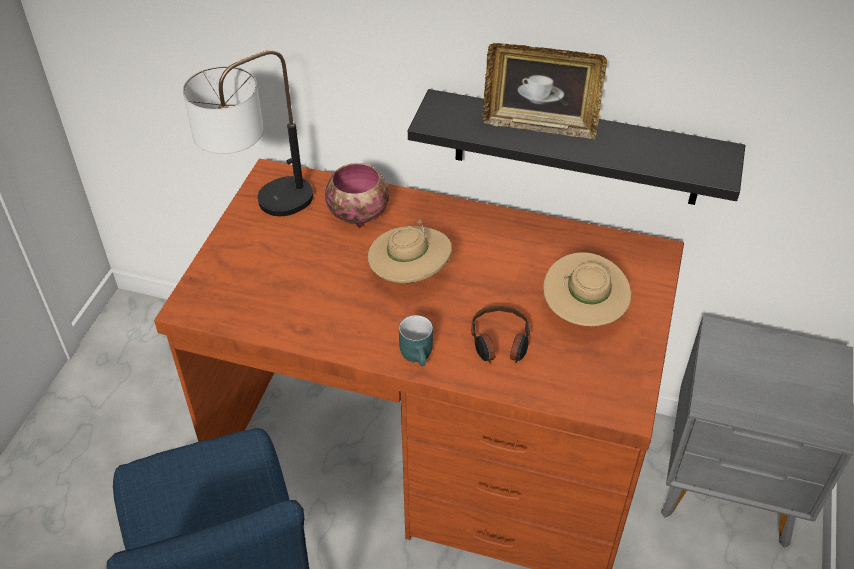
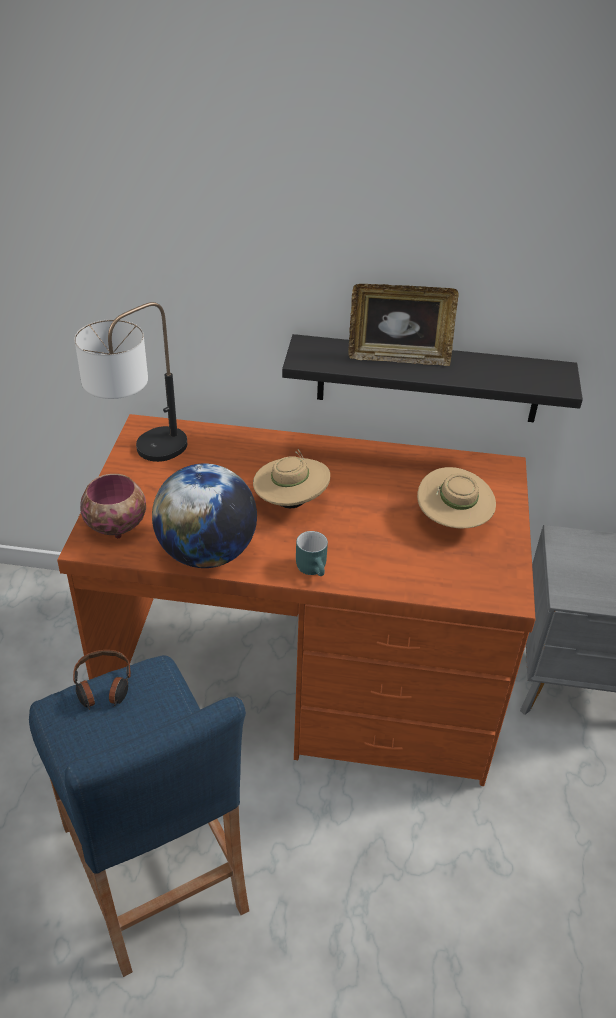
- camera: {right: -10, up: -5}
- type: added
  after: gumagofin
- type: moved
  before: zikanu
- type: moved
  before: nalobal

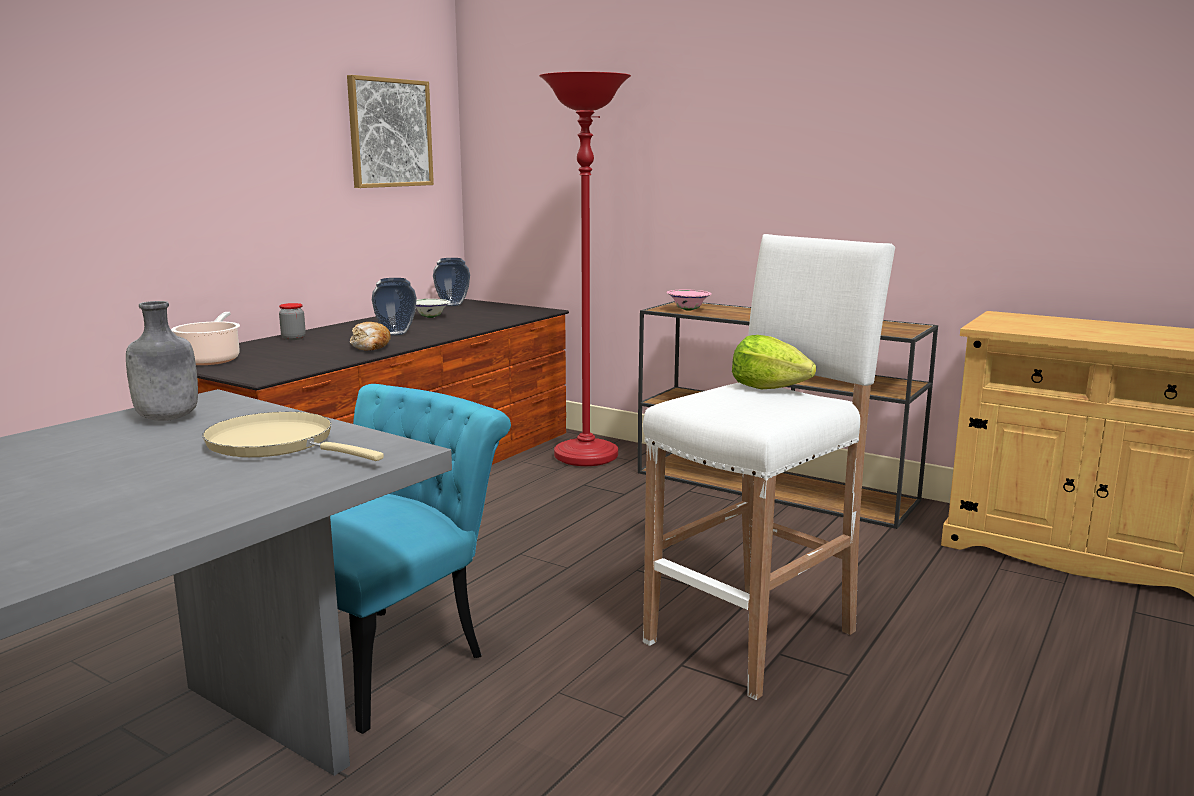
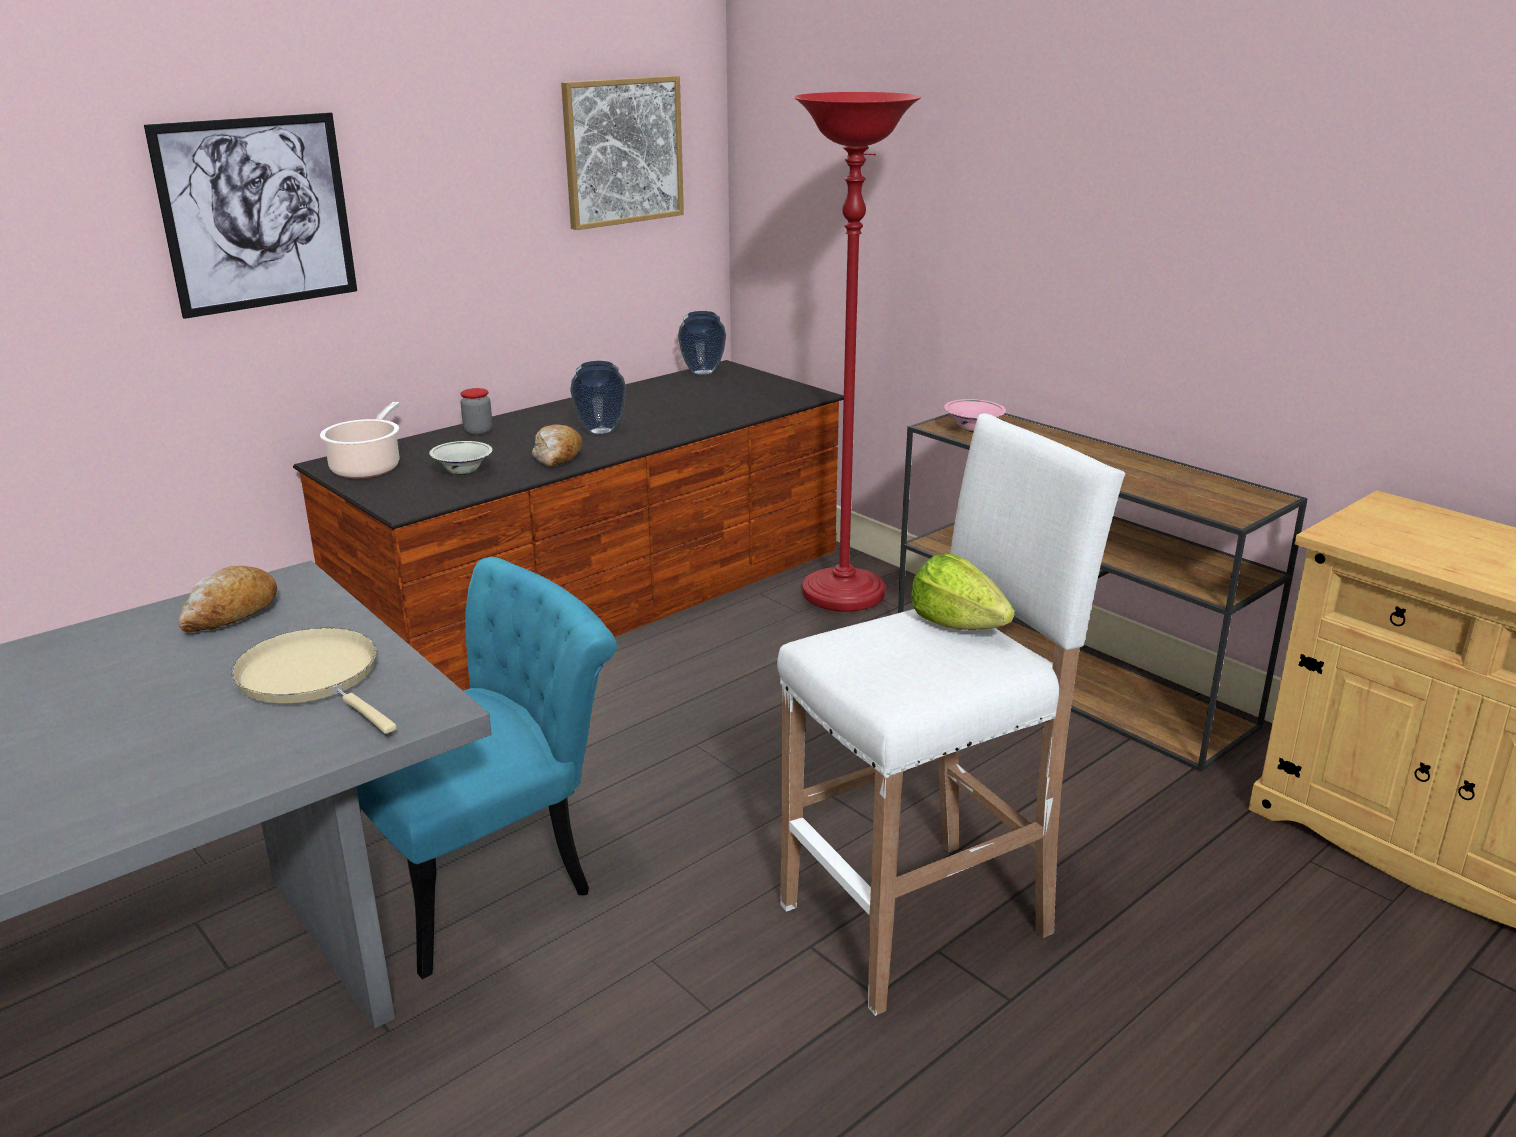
- camera: {right: 15, up: 10}
- type: added
  after: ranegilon (1st from left)
- type: moved
  before: zikanu (white)
- type: replaced
  before: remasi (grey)
  after: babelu (1st from left)

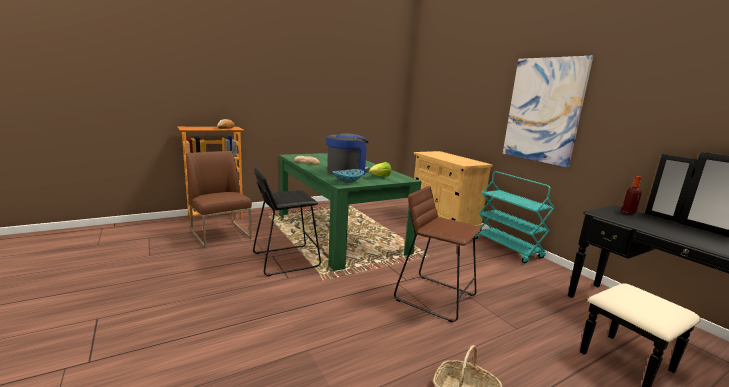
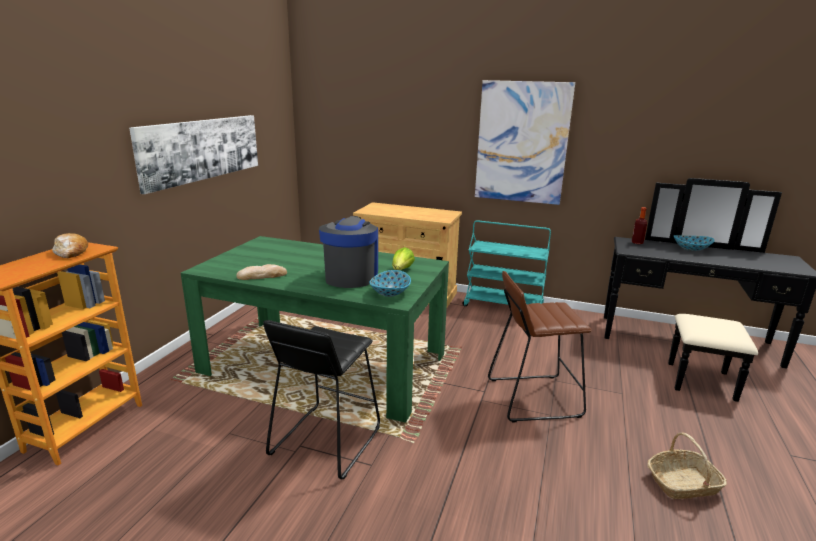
- camera: {right: -40, up: 5}
- type: removed
  before: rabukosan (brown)
- type: added
  after: ranegilon (1st from left)
- type: added
  after: zikanu (2nd from left)

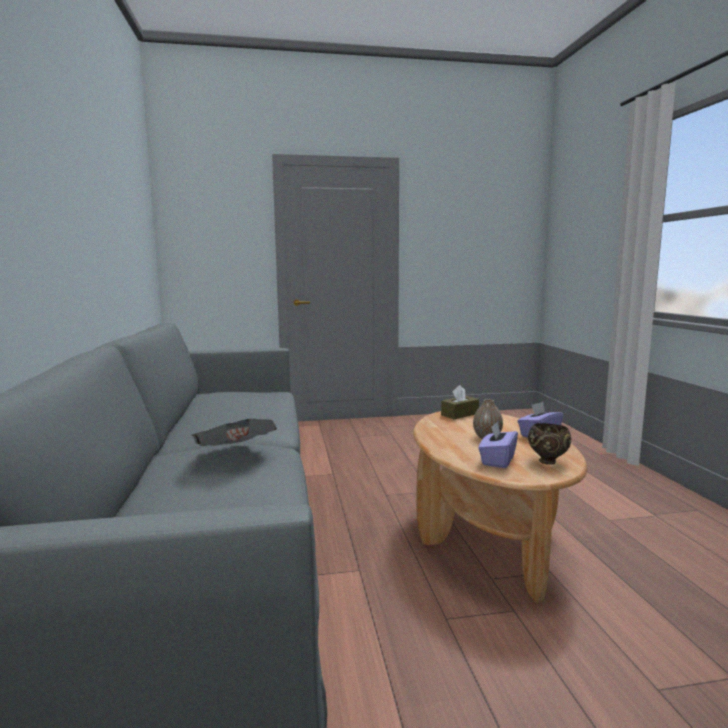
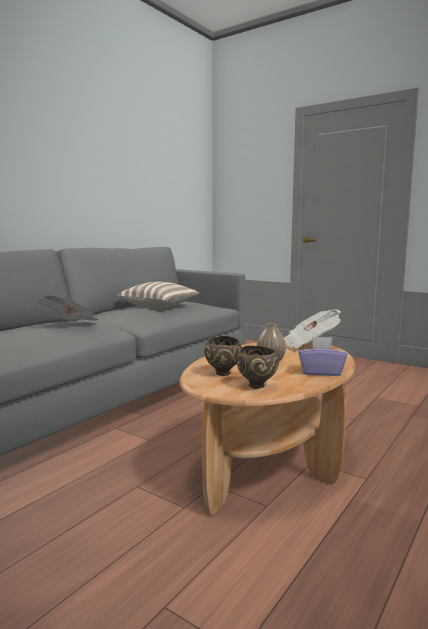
- camera: {right: 45, up: 0}
- type: added
  after: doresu
- type: replaced
  before: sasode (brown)
  after: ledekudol (2nd from left)
- type: replaced
  before: sasode (purple) (1st from left)
  after: zikanu (brown) (1st from left)

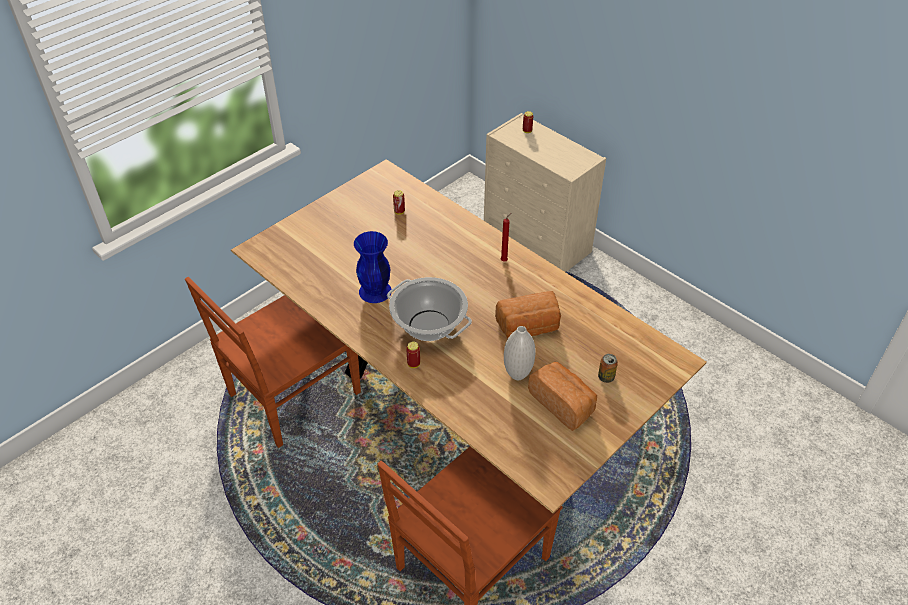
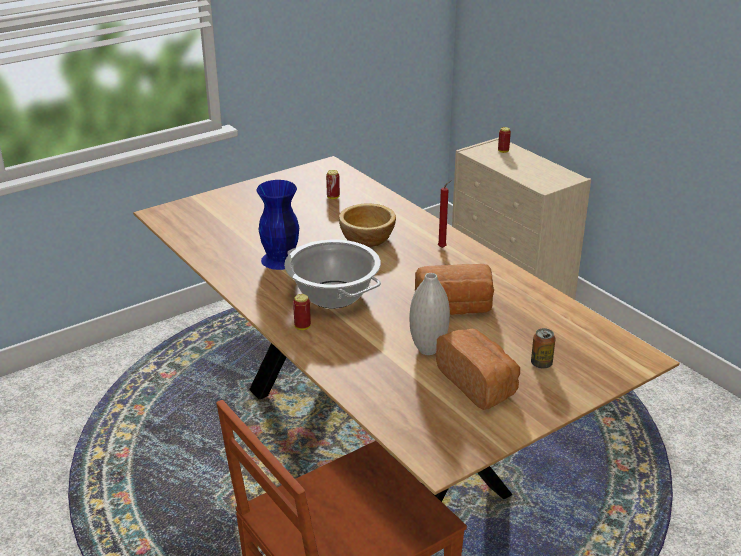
- camera: {right: 10, up: -15}
- type: removed
  before: rabukosan (brown) (1st from left)
- type: added
  after: zikanu

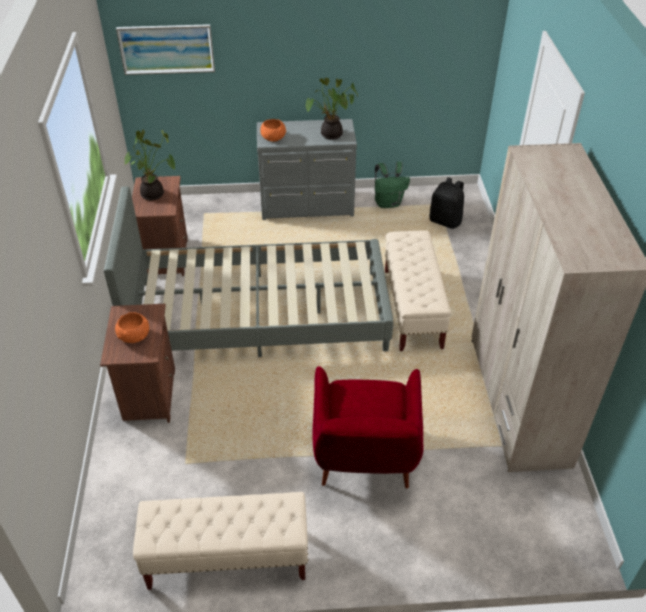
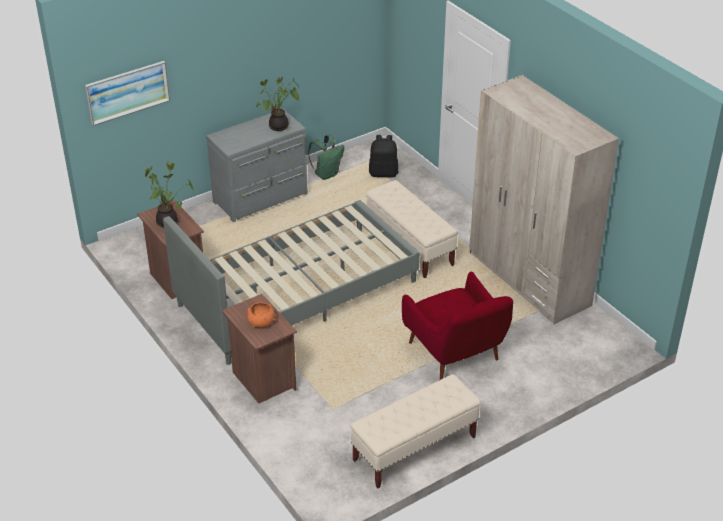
- camera: {right: -30, up: -5}
- type: removed
  before: zikanu (orange) (2nd from left)

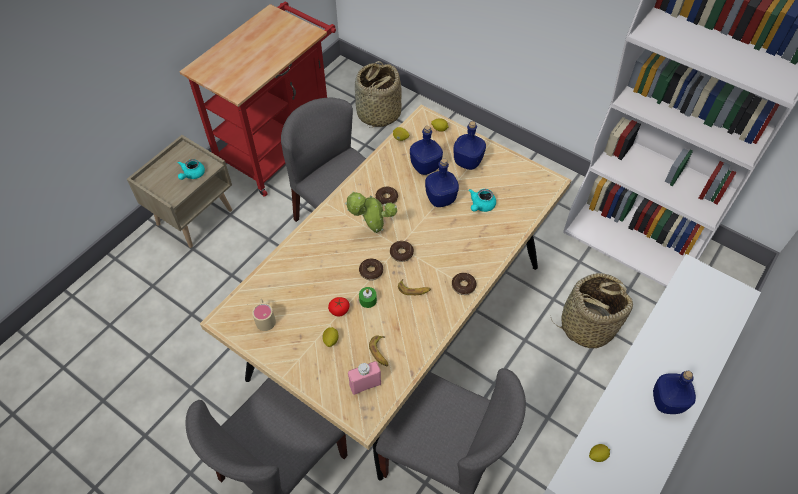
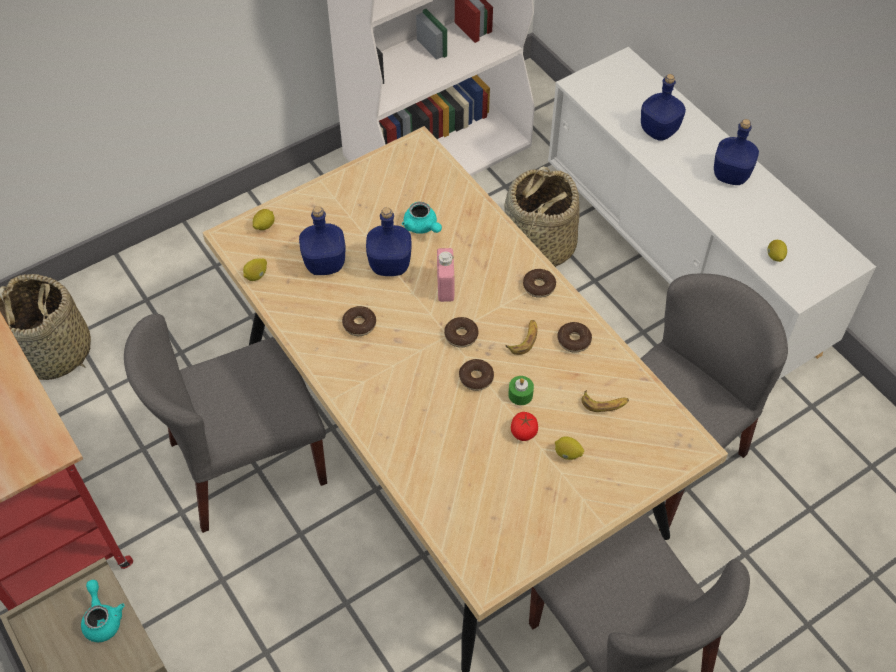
- camera: {right: -70, up: 0}
- type: removed
  before: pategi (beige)
- type: removed
  before: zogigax
- type: added
  after: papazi (5th from left)
- type: moved
  before: remasi (pink)
- type: moved
  before: remasi (blue) (3rd from left)
- type: turned
  before: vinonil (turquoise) (1st from left)
  turn: -150

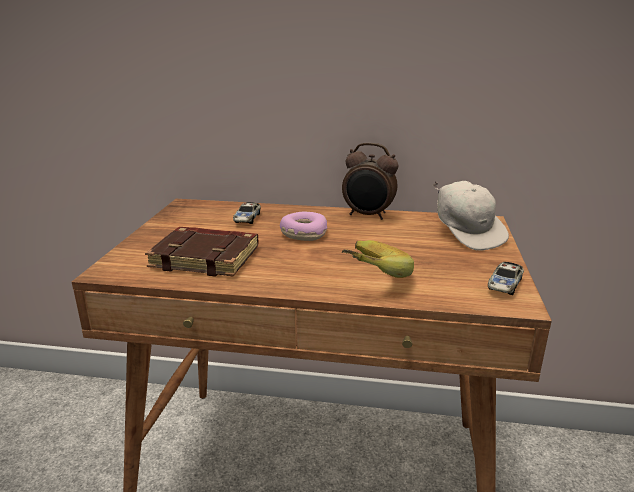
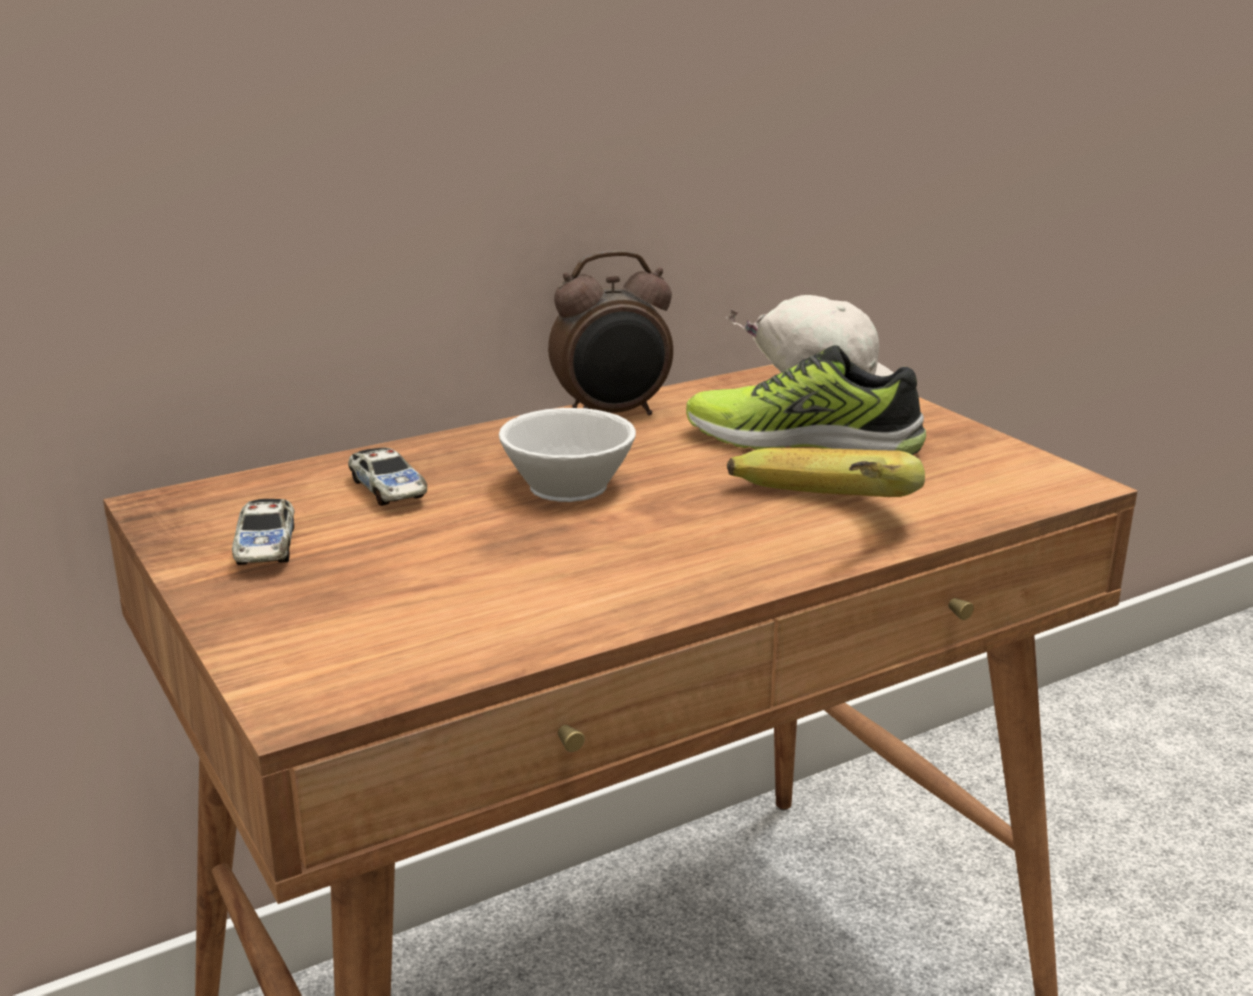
- camera: {right: -40, up: 0}
- type: removed
  before: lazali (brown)
- type: added
  after: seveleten
- type: moved
  before: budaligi (2nd from left in the first image)
  after: budaligi (1st from left)
- type: replaced
  before: papazi
  after: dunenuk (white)

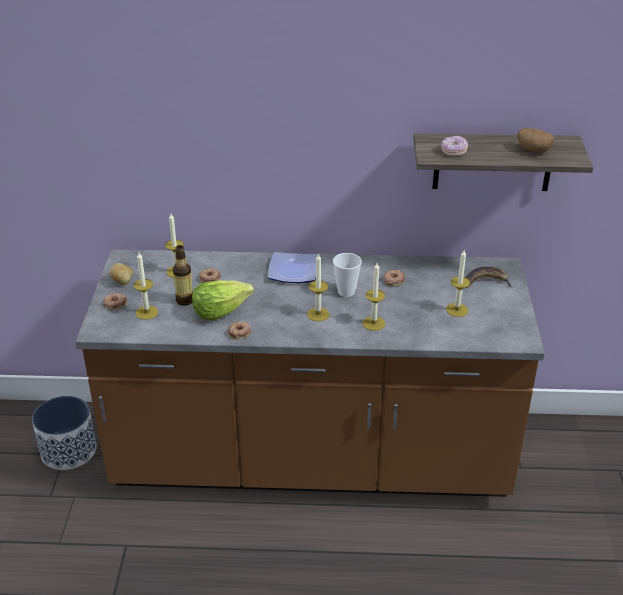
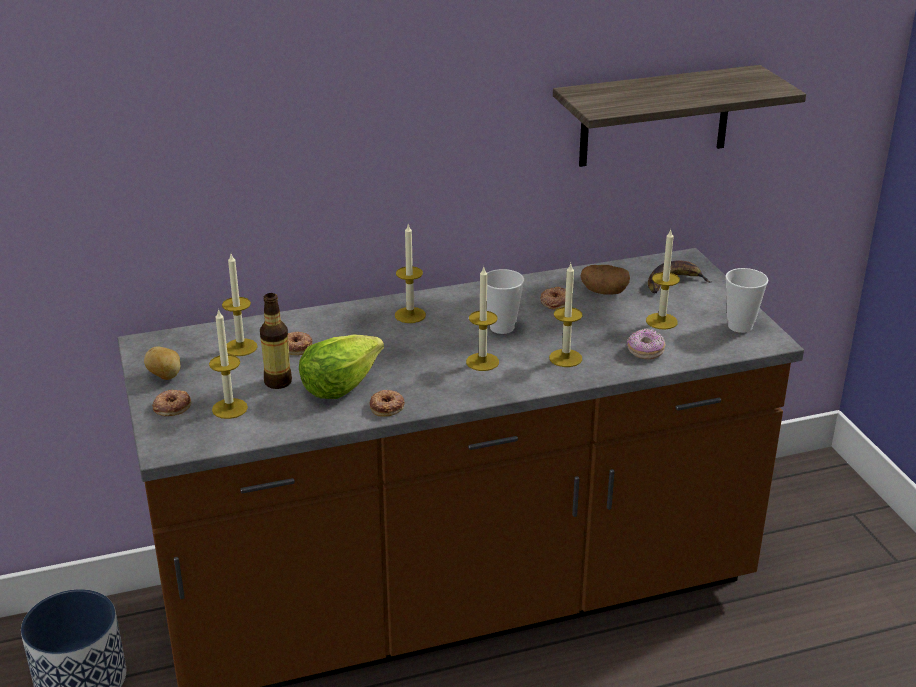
- camera: {right: -20, up: -5}
- type: added
  after: dunenuk (2nd from left)
- type: moved
  before: papazi (5th from left)
- type: moved
  before: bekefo (2nd from left)
- type: replaced
  before: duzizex
  after: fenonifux (3rd from left)

